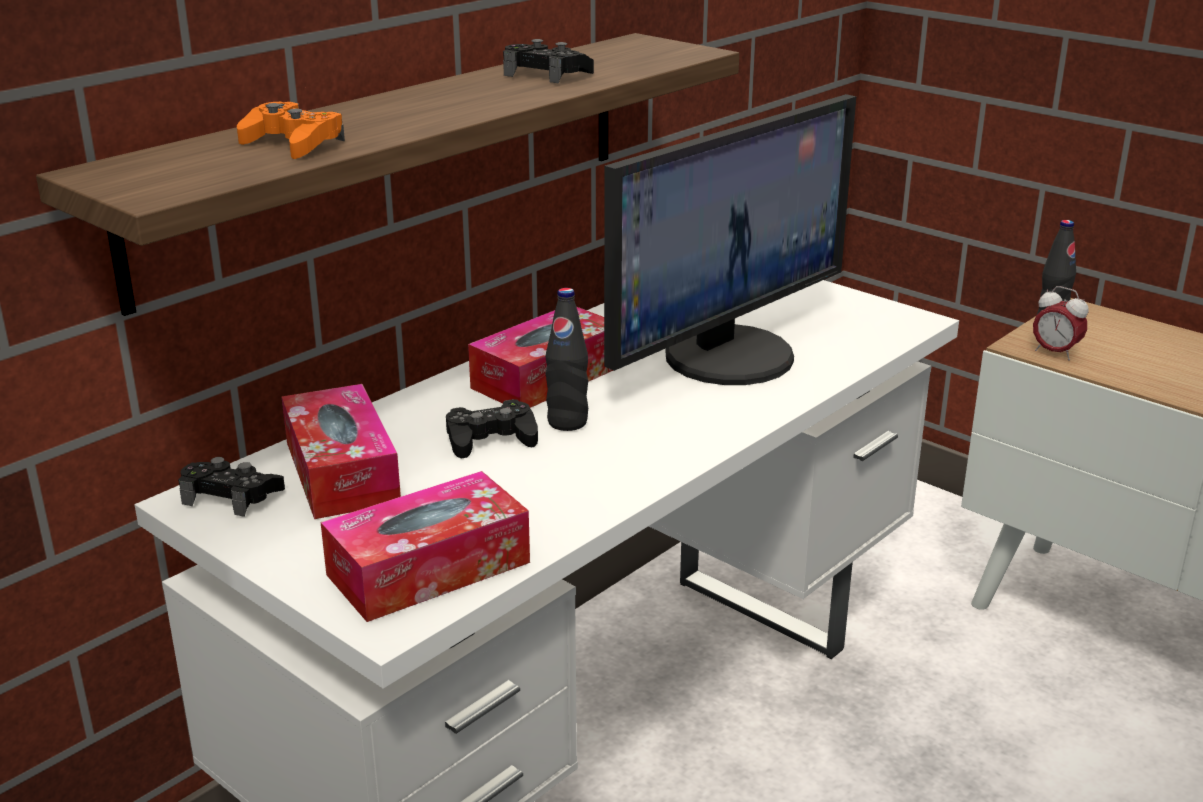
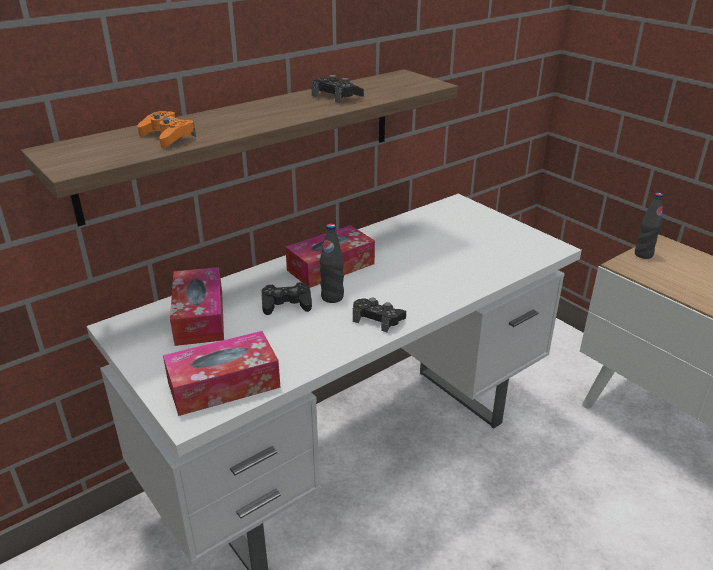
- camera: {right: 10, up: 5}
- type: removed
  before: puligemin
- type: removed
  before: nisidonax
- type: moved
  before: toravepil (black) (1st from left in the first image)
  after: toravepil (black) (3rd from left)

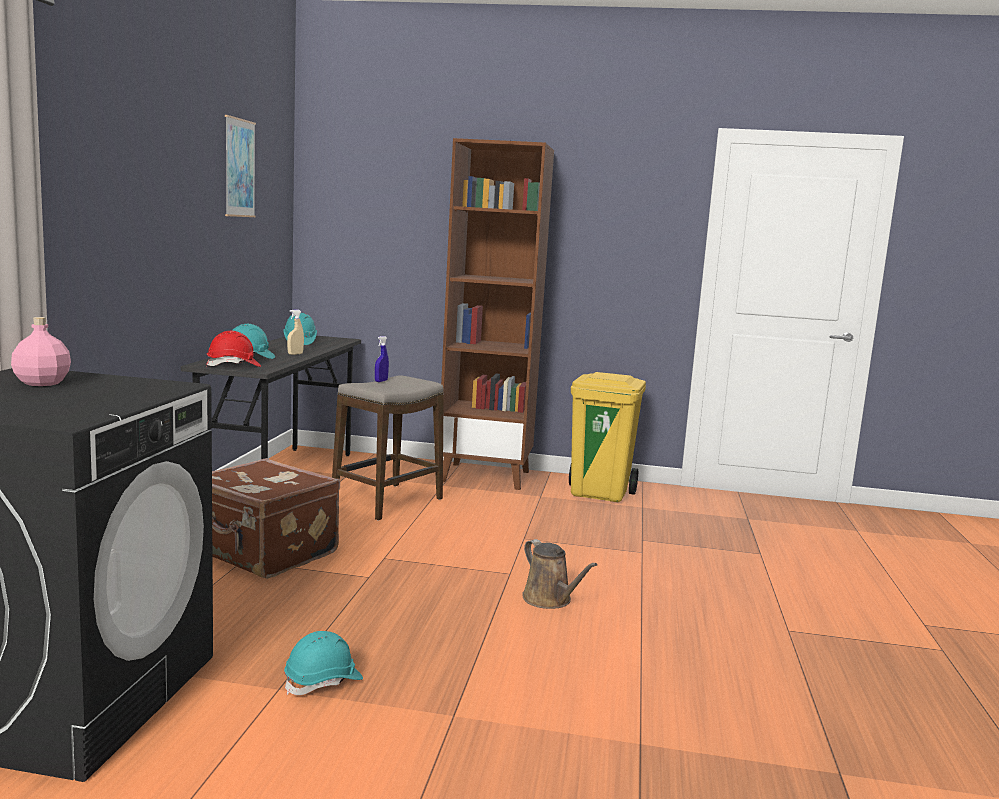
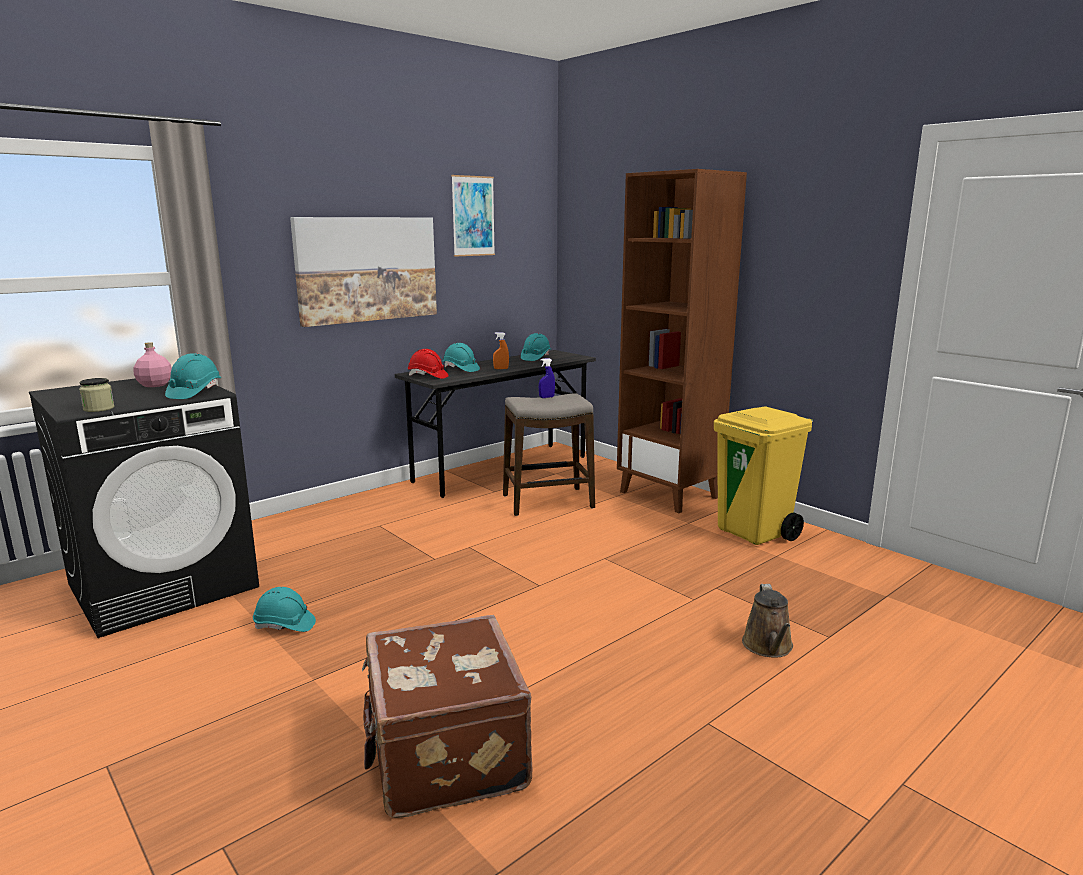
- camera: {right: 40, up: 5}
- type: added
  after: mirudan
- type: added
  after: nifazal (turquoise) (1st from left)
- type: added
  after: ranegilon (1st from left)
- type: moved
  before: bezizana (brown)
- type: moved
  before: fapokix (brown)
- type: recoloured
  before: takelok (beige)
  after: takelok (orange)

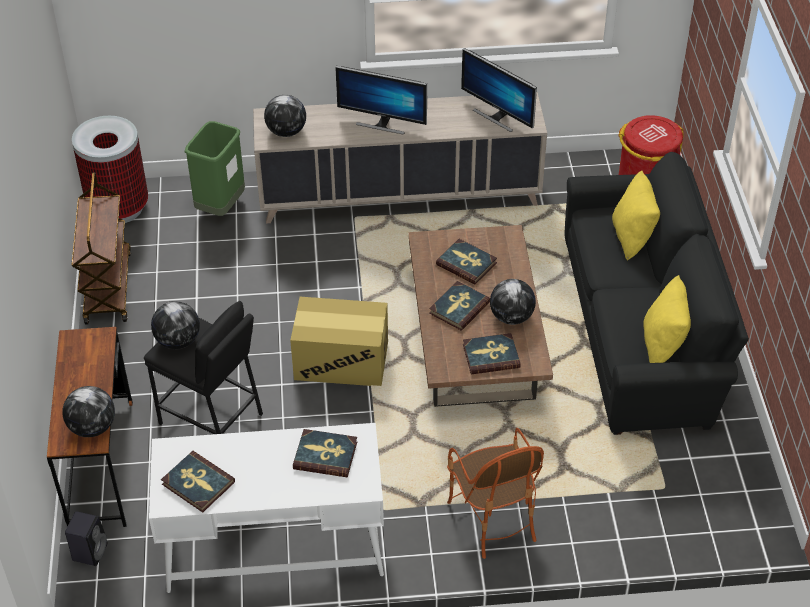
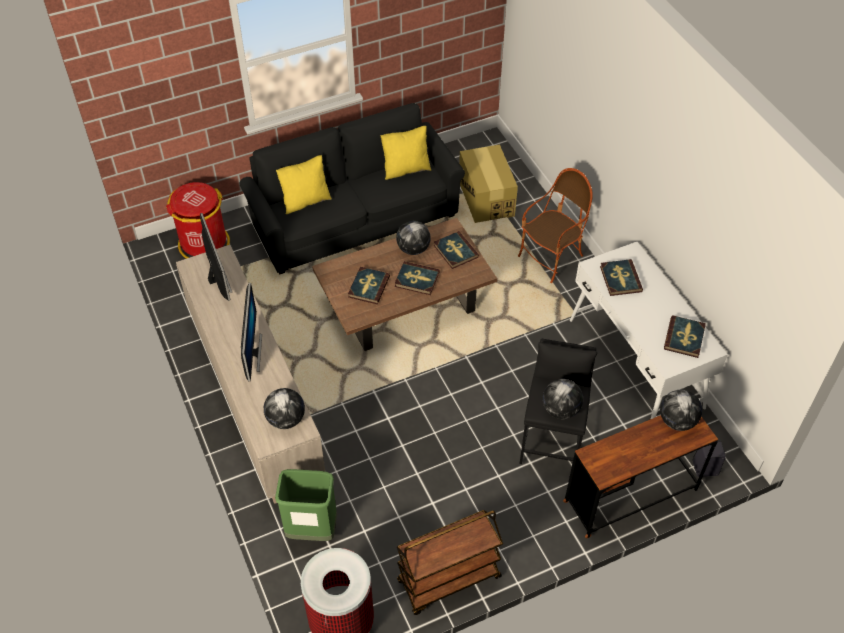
- camera: {right: -110, up: 5}
- type: moved
  before: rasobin
- type: turned
  before: puligemin (2nd from left in the first image)
  turn: -45

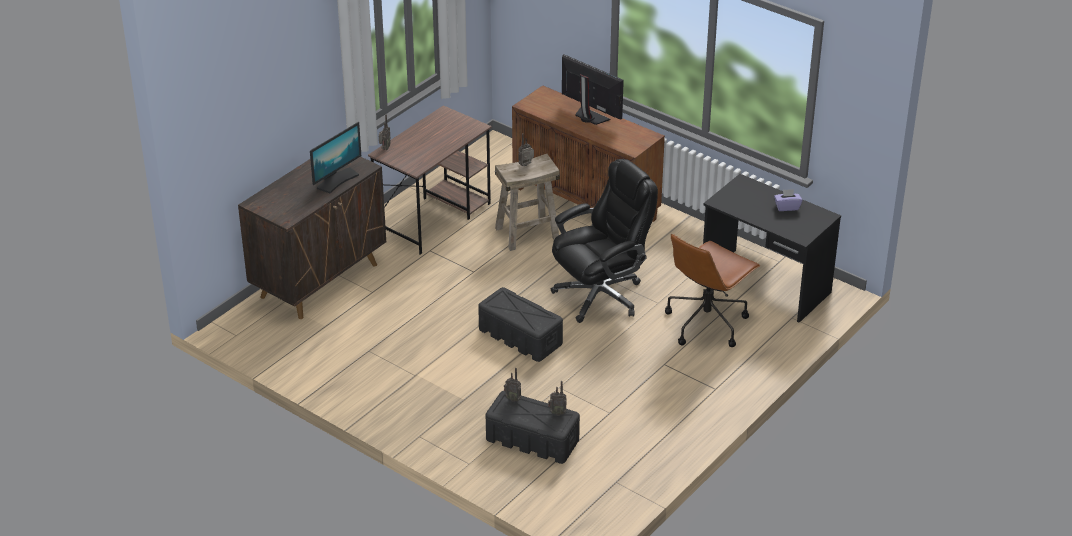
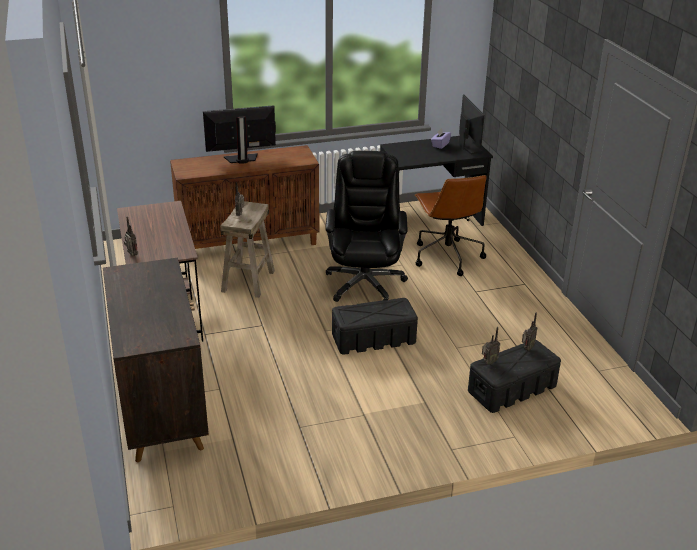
- camera: {right: -55, up: -5}
- type: moved
  before: puligemin (1st from left in the first image)
  after: puligemin (2nd from left)

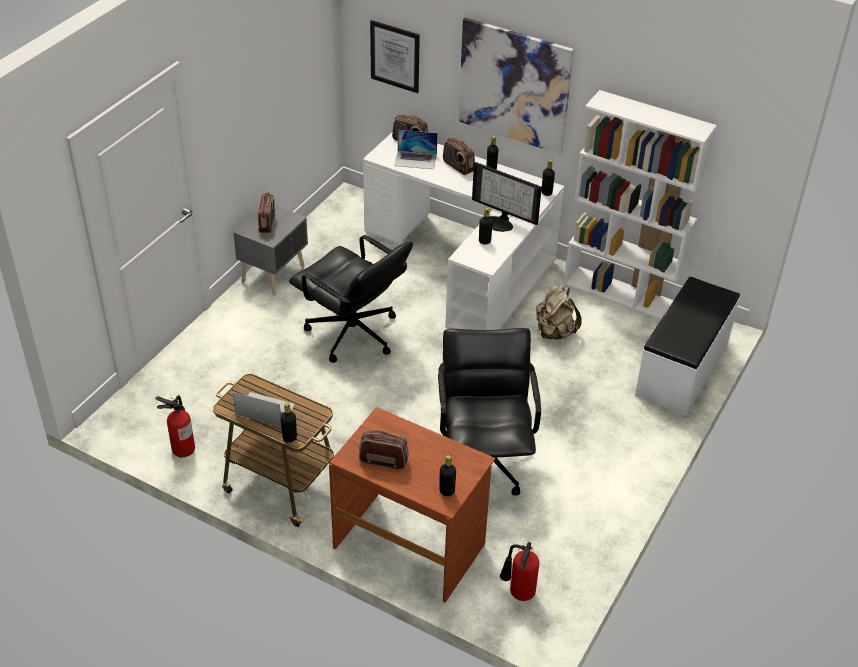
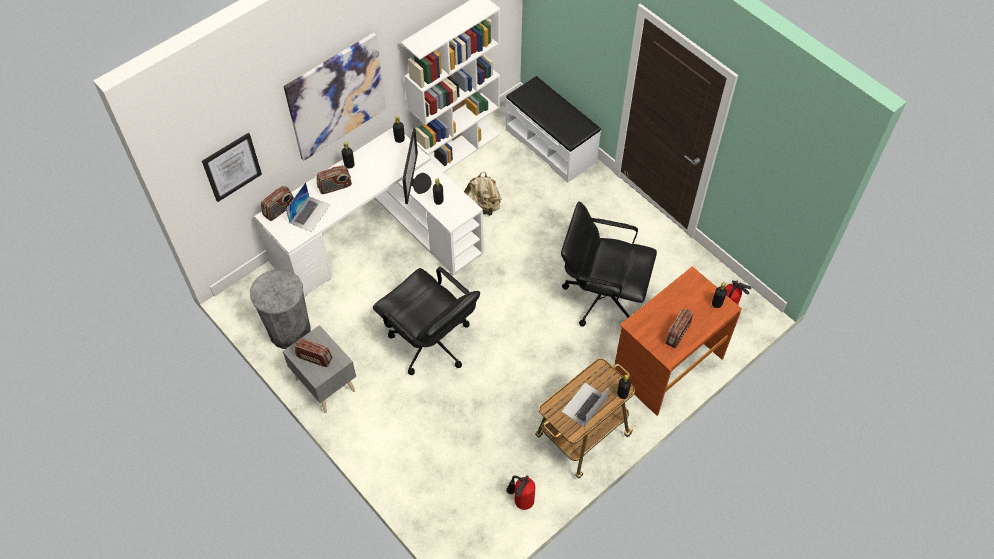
- camera: {right: -70, up: 15}
- type: added
  after: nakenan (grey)
- type: turned
  before: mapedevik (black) (1st from left)
  turn: 75
- type: turned
  before: puligemin
  turn: -45

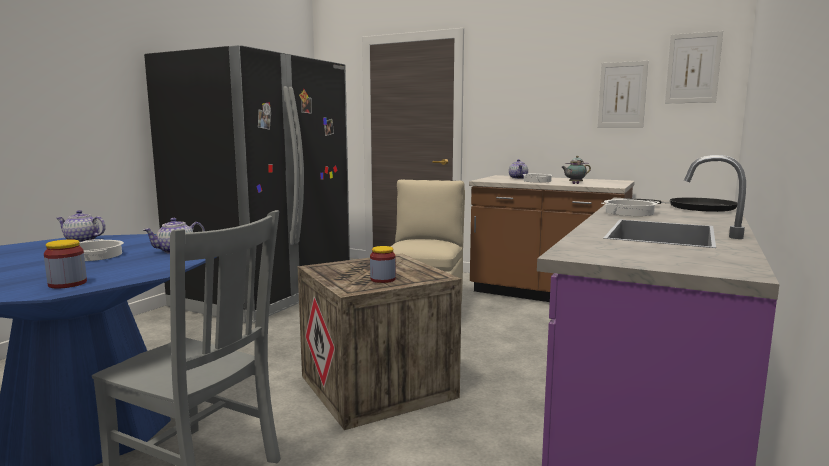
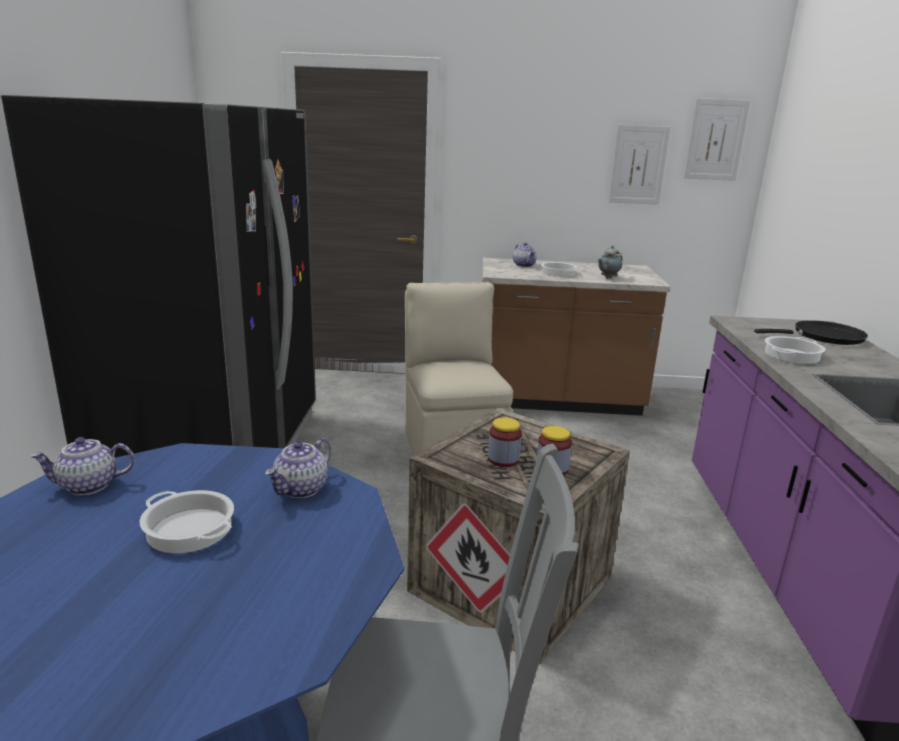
- camera: {right: -25, up: 10}
- type: moved
  before: mirudan (1st from left)

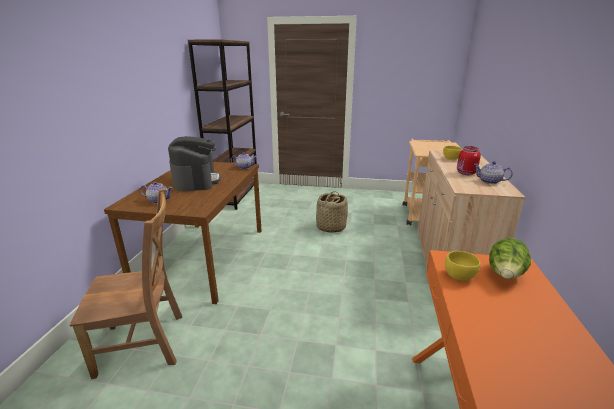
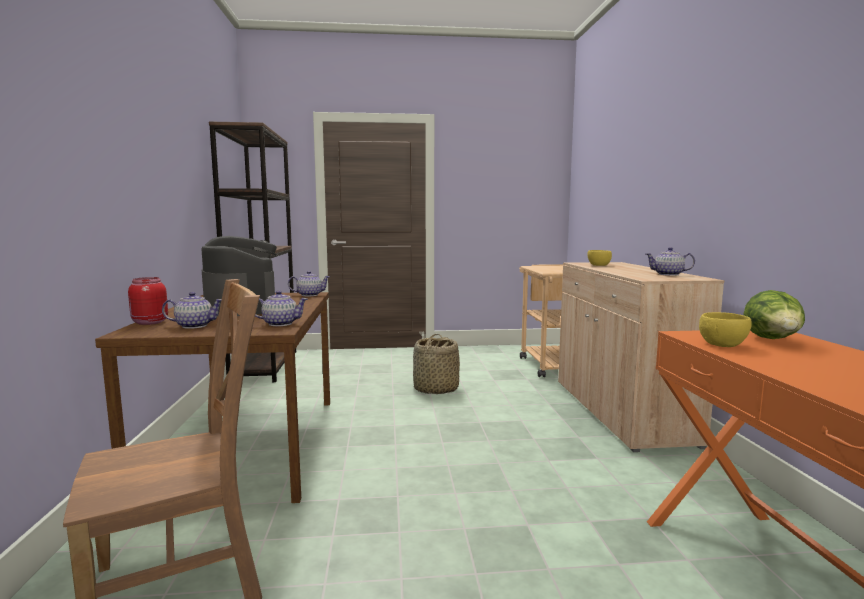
- camera: {right: -15, up: -15}
- type: added
  after: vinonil (2nd from left)
- type: moved
  before: mirudan (red)

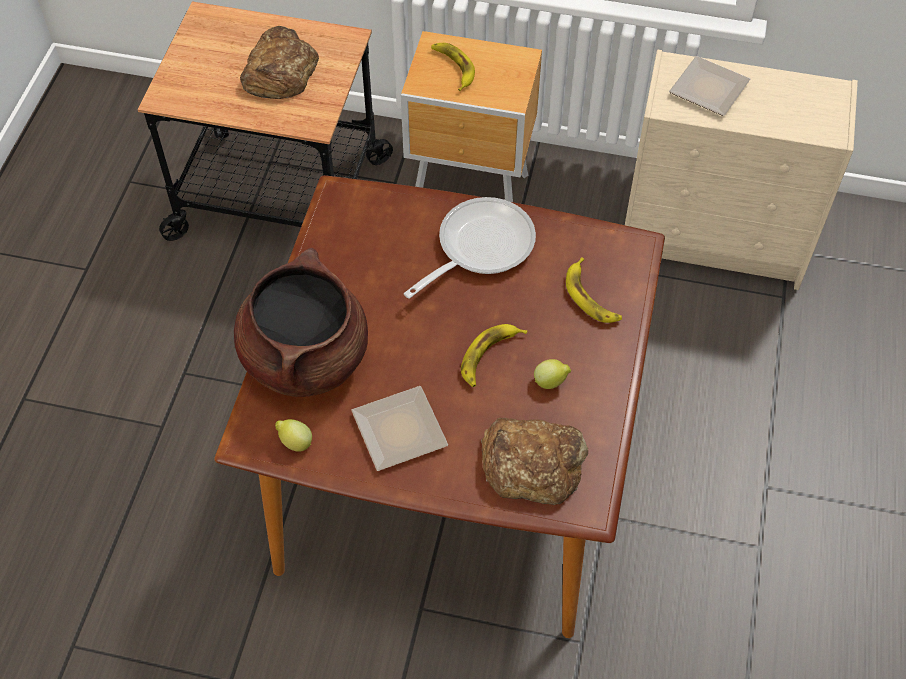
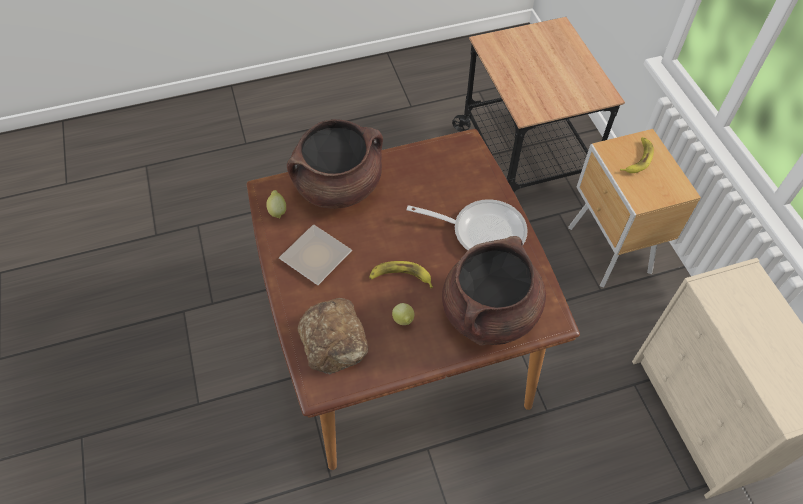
- camera: {right: 60, up: 0}
- type: removed
  before: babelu (1st from left)
- type: removed
  before: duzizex (2nd from left)
- type: replaced
  before: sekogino (3rd from left)
  after: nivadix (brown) (2nd from left)

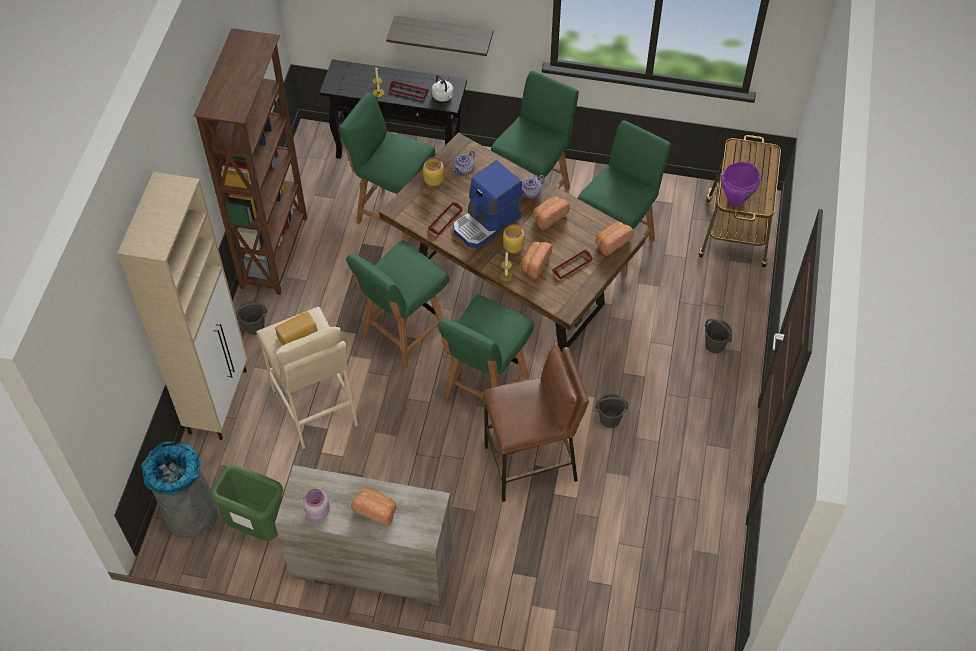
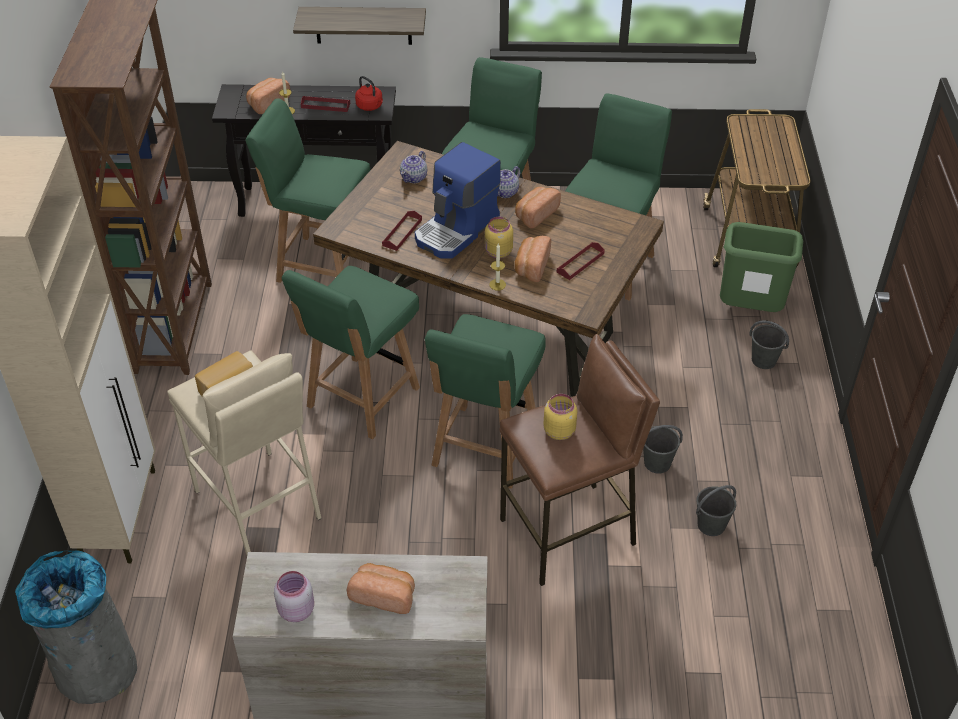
- camera: {right: -10, up: -10}
- type: removed
  before: nivadix (purple)
- type: moved
  before: nakenan (green)
- type: moved
  before: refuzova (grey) (1st from left in the first image)
  after: refuzova (grey) (2nd from left)
- type: moved
  before: mirudan (yellow) (1st from left in the first image)
  after: mirudan (yellow) (2nd from left)
- type: moved
  before: babelu (5th from left in the first image)
  after: babelu (2nd from left)
- type: recoloured
  before: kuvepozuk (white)
  after: kuvepozuk (red)

